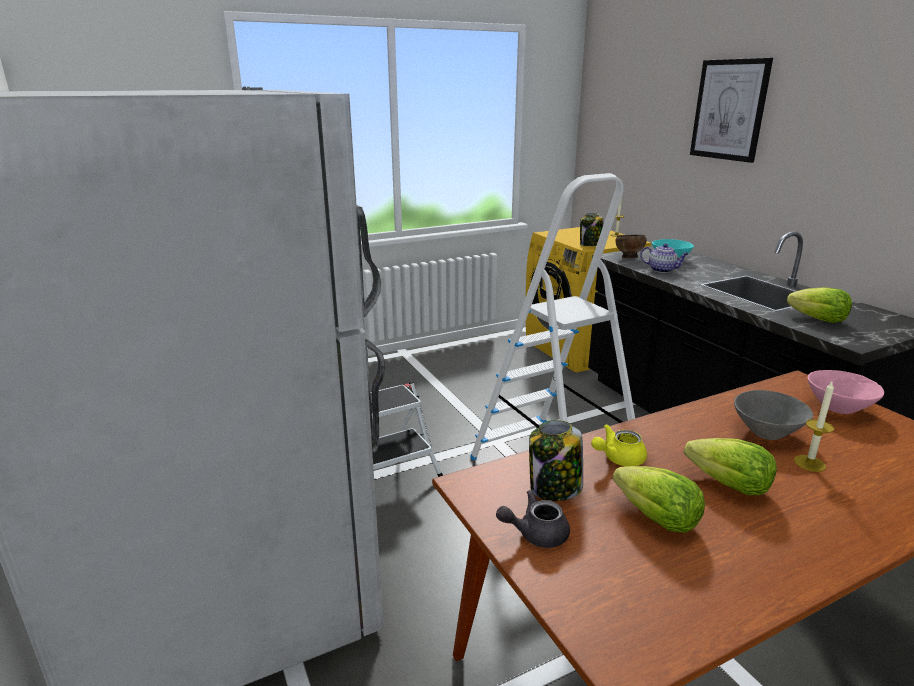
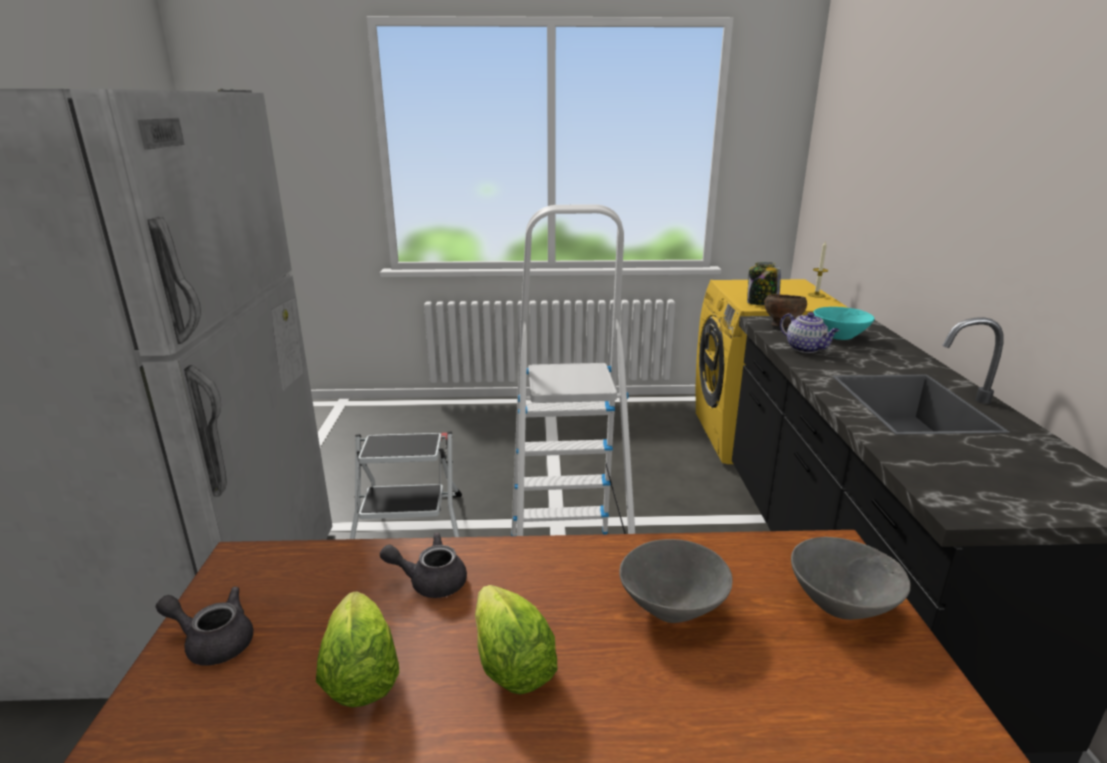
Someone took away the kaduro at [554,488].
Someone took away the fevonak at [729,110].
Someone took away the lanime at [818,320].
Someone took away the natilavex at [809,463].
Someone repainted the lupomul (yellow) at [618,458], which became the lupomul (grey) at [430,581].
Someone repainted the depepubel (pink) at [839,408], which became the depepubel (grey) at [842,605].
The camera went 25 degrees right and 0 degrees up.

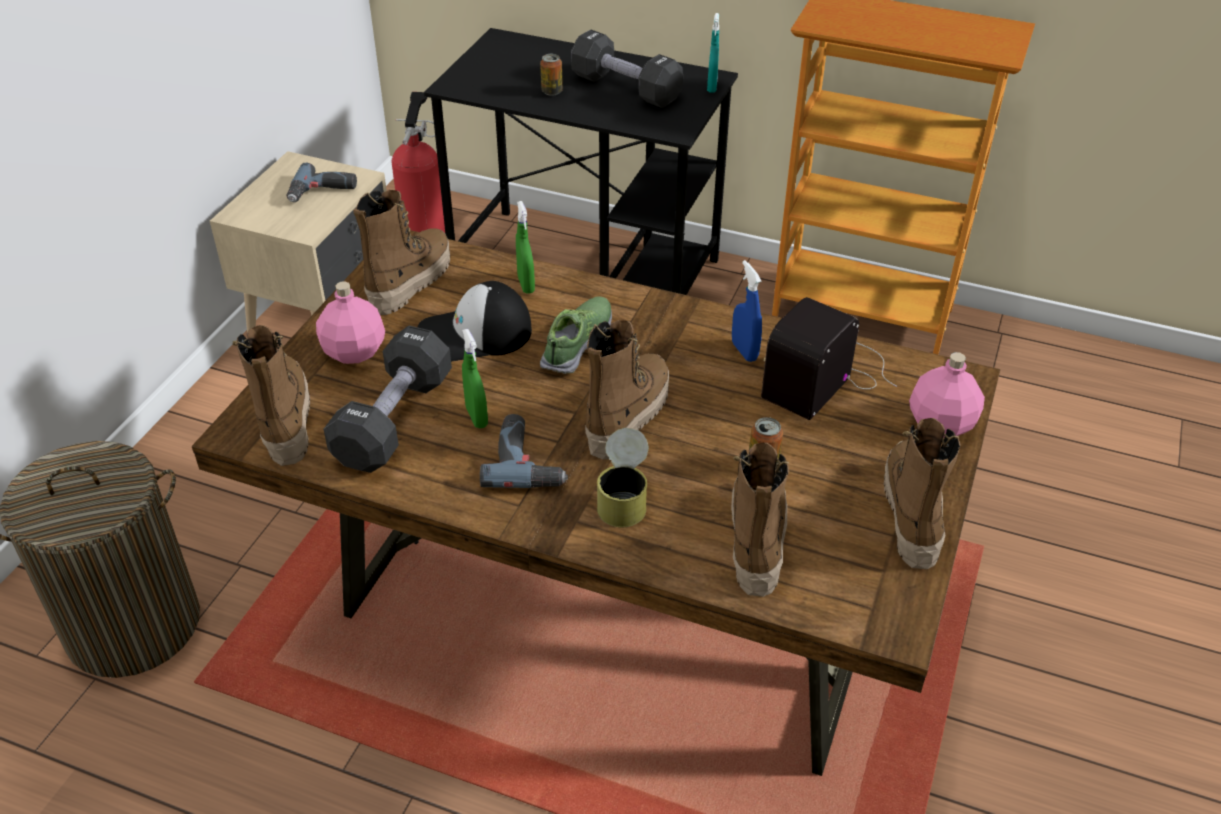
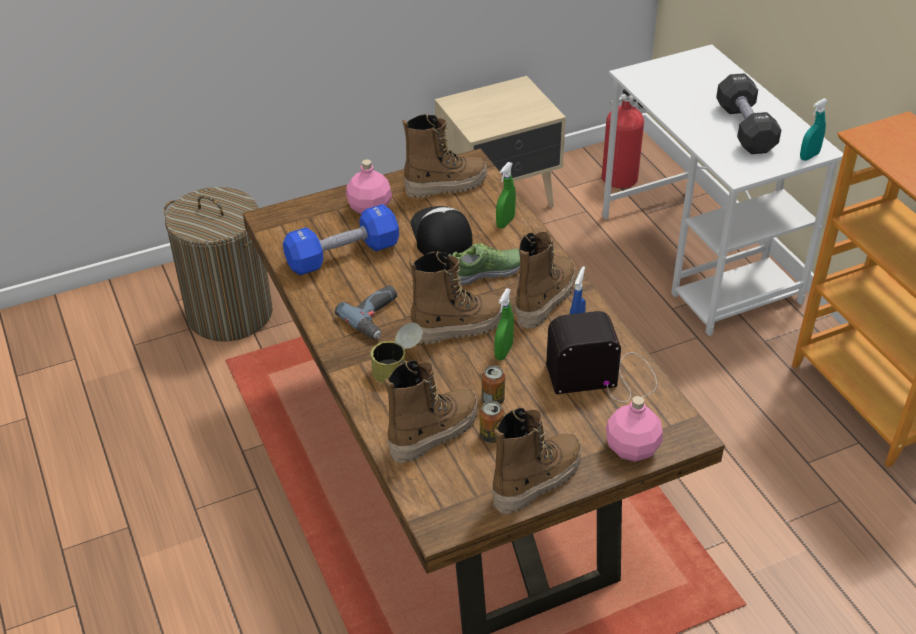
Someone took away the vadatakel at [322,192].
Someone carried the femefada from [284,419] to [544,299].
Someone carried the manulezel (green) from [476,417] to [503,352].
Someone carried the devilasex from [552,91] to [491,436].
Someone repainted the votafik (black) at [394,420], which became the votafik (blue) at [343,255].
Someone repainted the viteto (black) at [587,269], which became the viteto (white) at [699,259].
Someone rotated the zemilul at [474,334] by 45 degrees clockwise.
The camera went 45 degrees right and 0 degrees up.

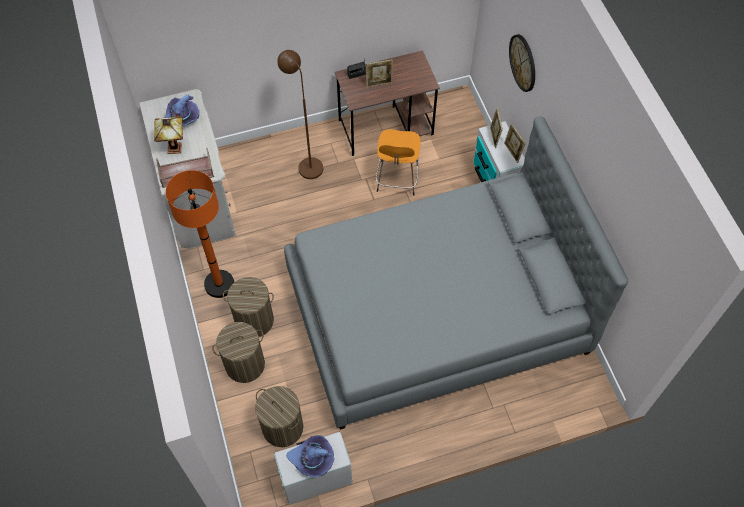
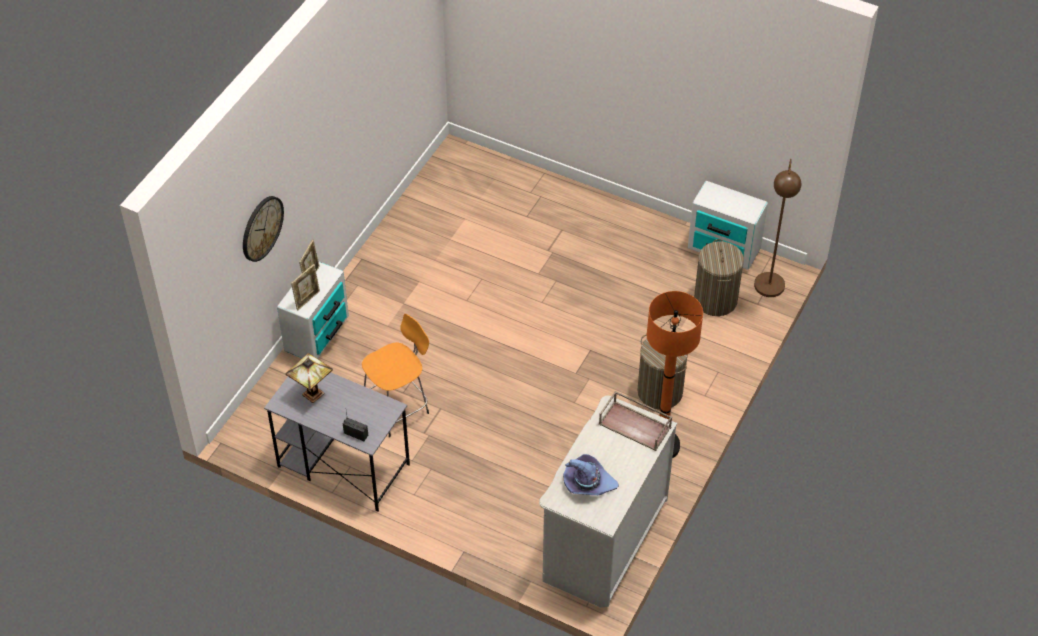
Someone took away the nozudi at [245,364].
Someone took away the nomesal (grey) at [436,311].
Someone took away the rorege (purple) at [312,459].
Someone took away the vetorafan at [379,83].
Someone carried the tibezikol from [173,147] to [312,395].
Someone carried the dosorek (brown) from [306,164] to [768,293].
Someone repainted the viteto (brown) at [386,127], which became the viteto (grey) at [342,465].
The camera went 135 degrees left and 10 degrees down.

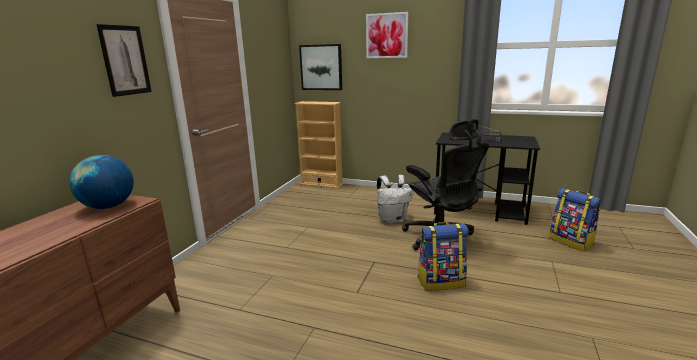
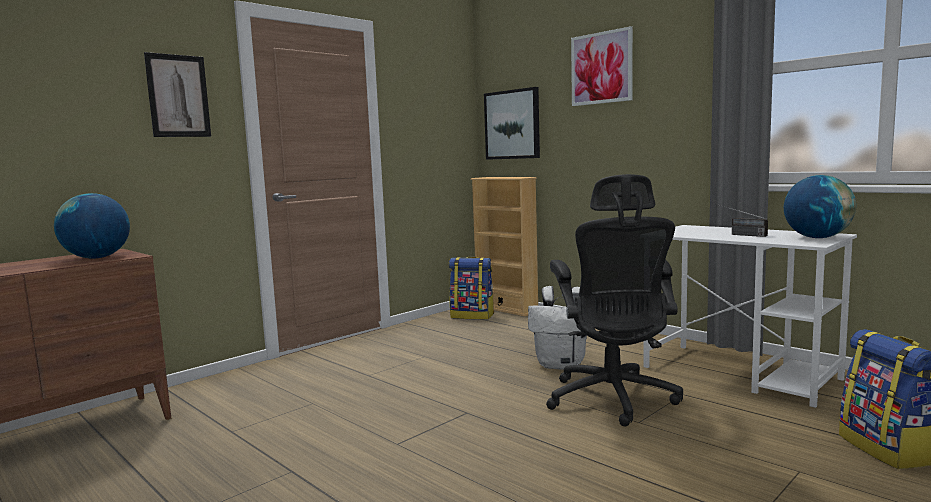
Someone put down the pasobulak at [817,237].
Someone carried the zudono from [441,281] to [472,316].
Someone repainted the viteto (black) at [480,210], which became the viteto (white) at [741,373].
The camera went 25 degrees right and 10 degrees down.

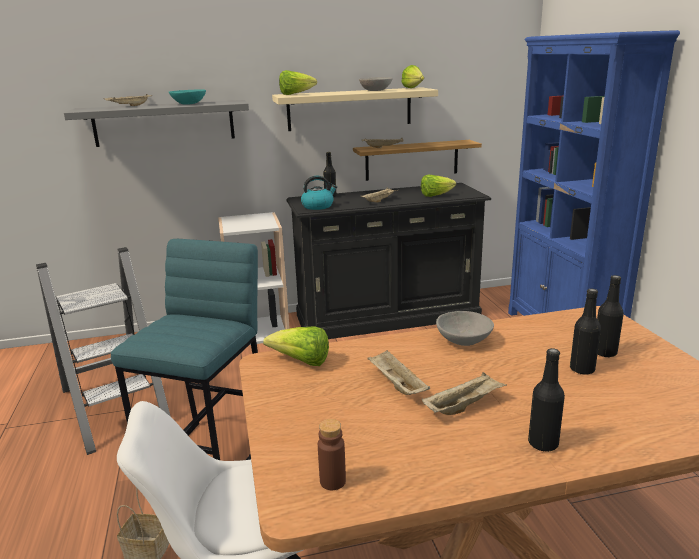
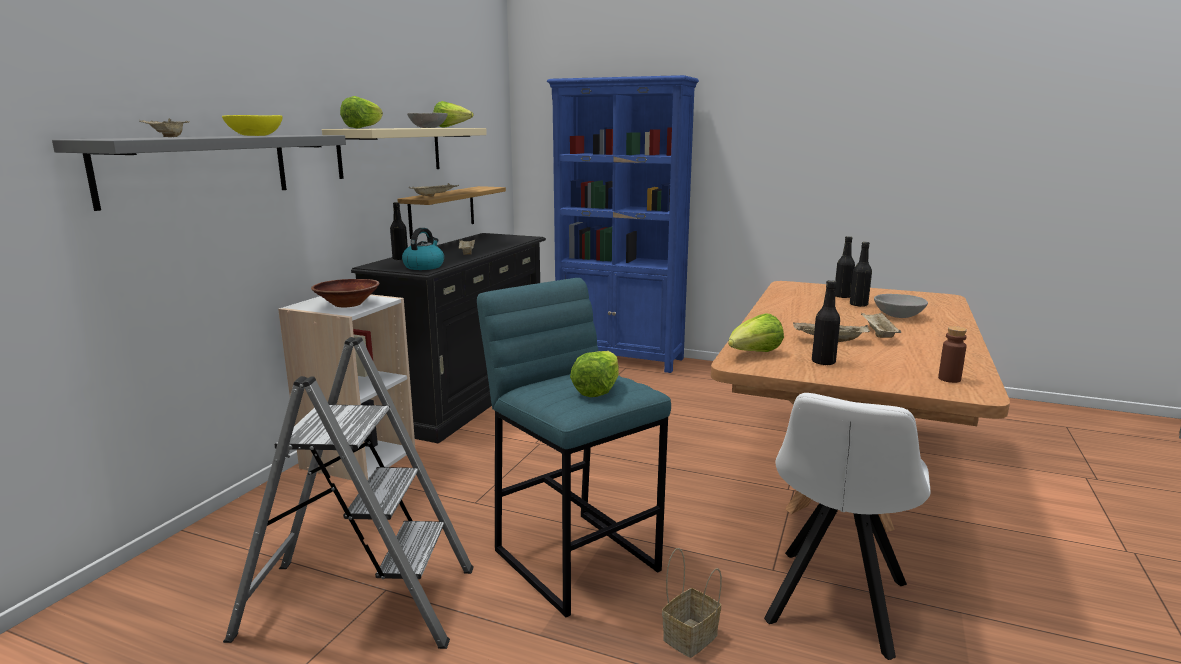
Someone put down the depepubel (brown) at [347,304].
Someone carried the lanime from [435,195] to [597,390].
Someone carried the depepubel (grey) from [464,340] to [898,316].
Someone carried the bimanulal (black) from [543,443] to [823,362].
Someone repainted the depepubel (turquoise) at [188,104], which became the depepubel (yellow) at [255,135].
The camera went 55 degrees left and 5 degrees down.

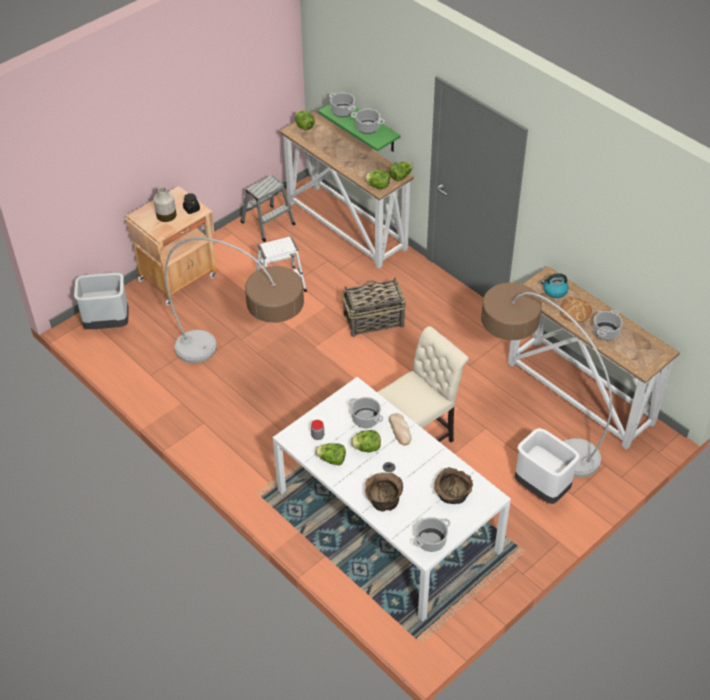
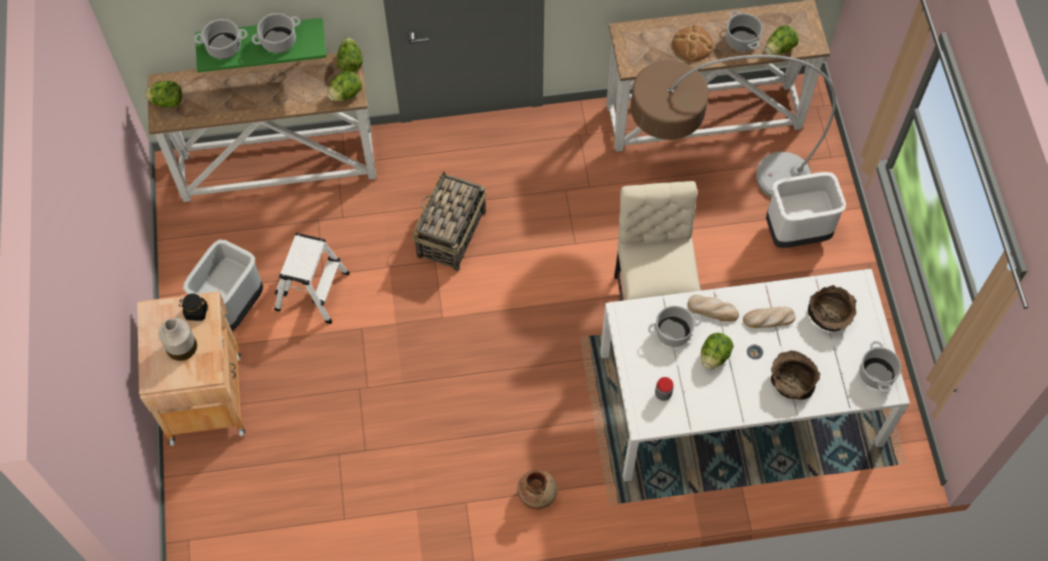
Someone took away the dosorek at [245,367].
Someone took away the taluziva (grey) at [267,223].
Someone took away the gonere at [554,291].
Someone put down the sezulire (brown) at [537,494].
Someone put down the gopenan at [768,319].
Someone carried the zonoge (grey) from [108,324] to [233,307].
Someone carried the lanime from [331,460] to [779,49].
The camera went 55 degrees left and 15 degrees up.

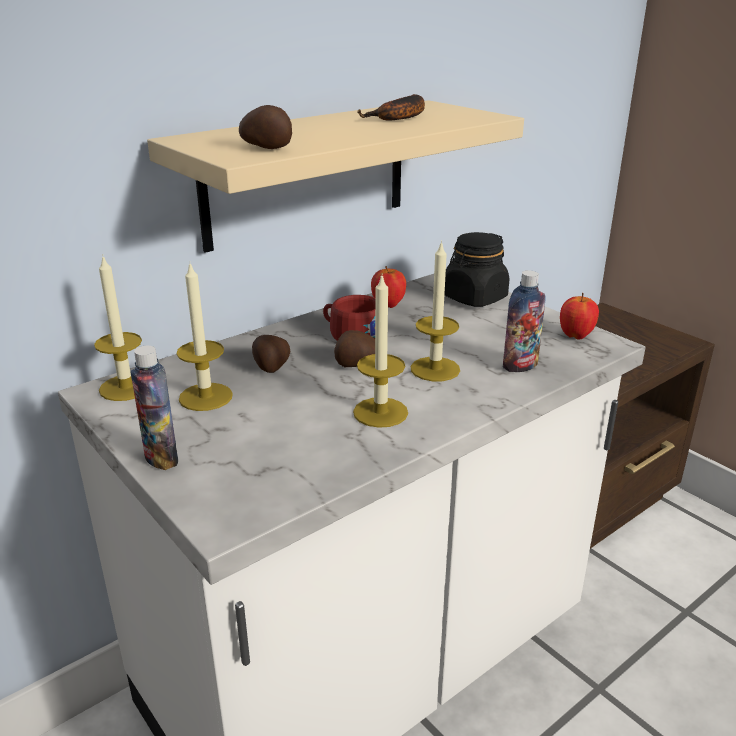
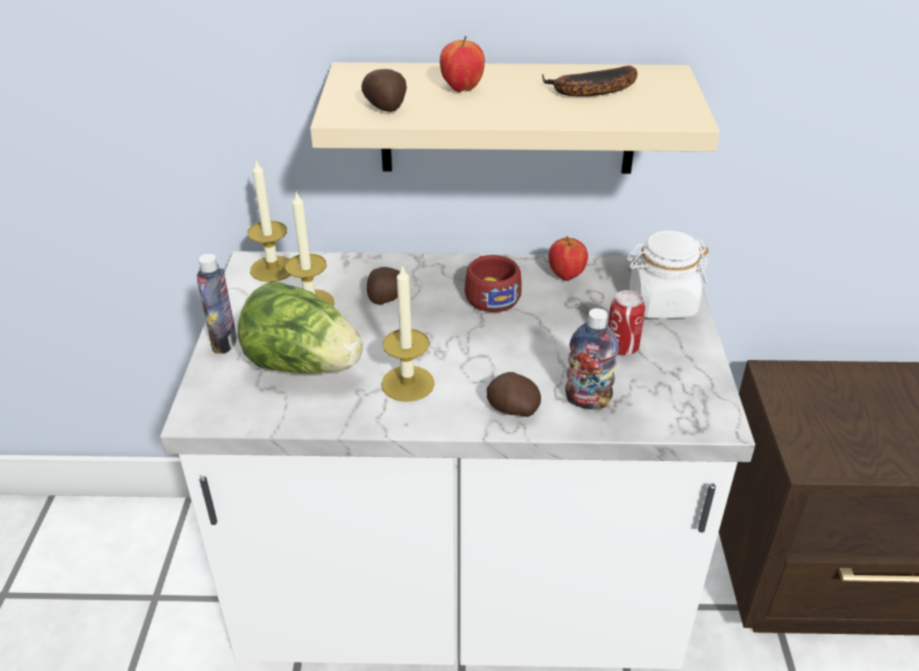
Someone took away the natilavex at [435,369].
Someone put down the lanime at [303,365].
Someone put down the devilasex at [622,347].
Someone carried the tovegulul from [357,365] to [512,410].
Someone carried the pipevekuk from [576,336] to [462,88].
Someone repainted the kaduro (black) at [474,298], which became the kaduro (white) at [661,304].
The camera went 40 degrees right and 10 degrees up.

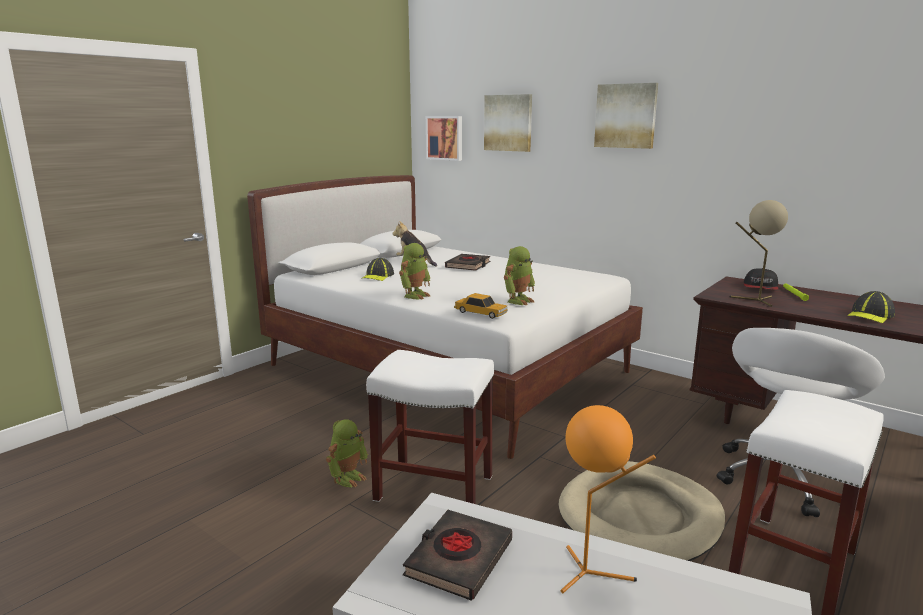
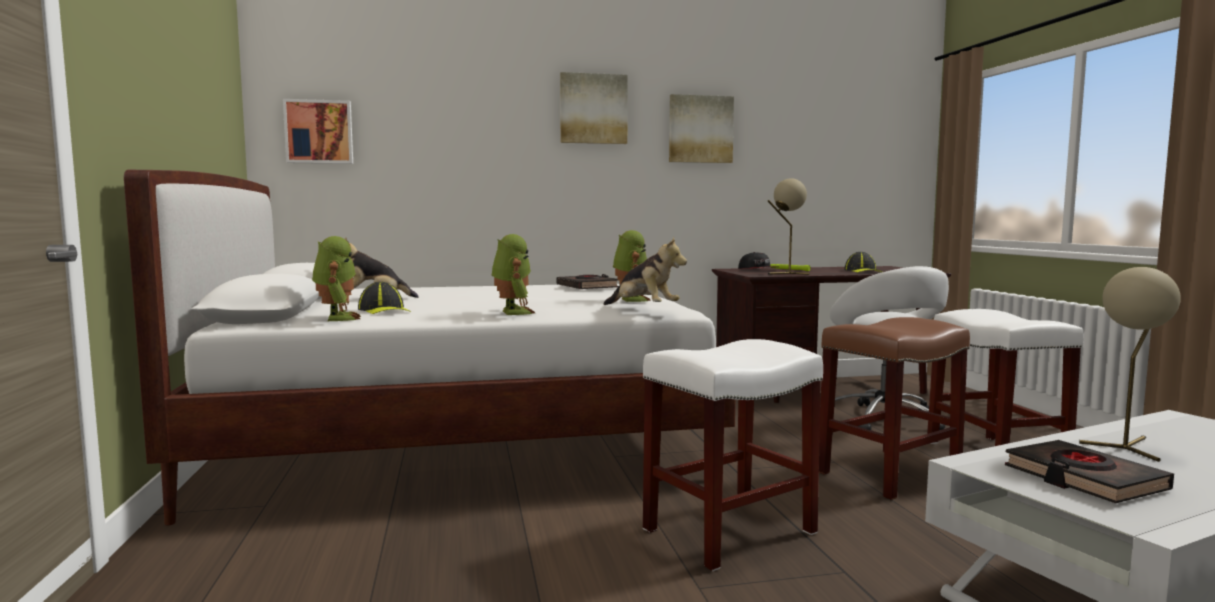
Someone carried the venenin from [348,478] to [337,318].
Someone carried the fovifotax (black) from [468,265] to [587,287].
Someone carried the fevonak from [508,123] to [700,129].
Someone swapped the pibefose at [480,313] for the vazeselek at [644,308].
Someone swapped the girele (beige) at [640,517] for the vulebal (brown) at [889,473].
Someone repainted the tibezikol (orange) at [591,573], which became the tibezikol (beige) at [1127,447].
The camera went 50 degrees left and 10 degrees down.

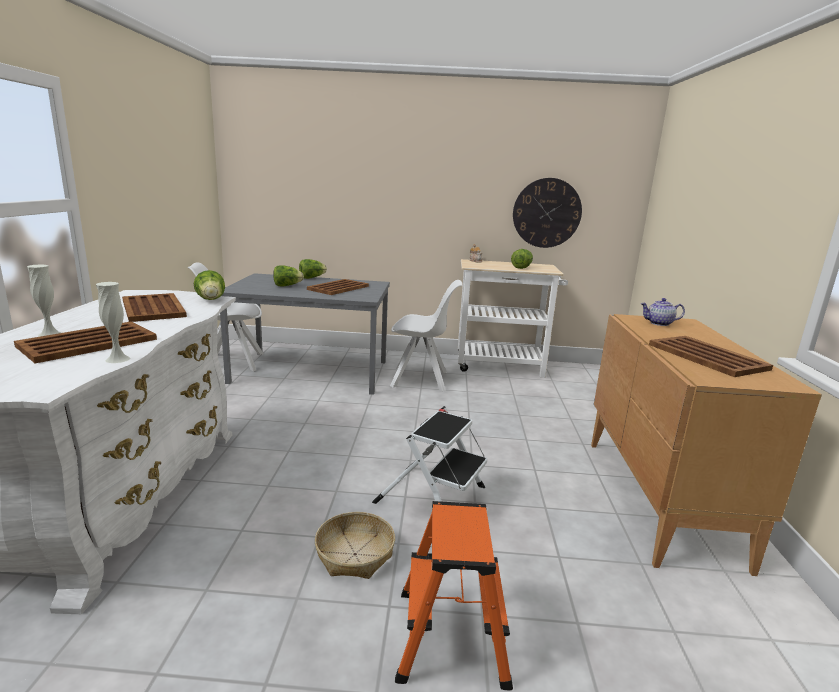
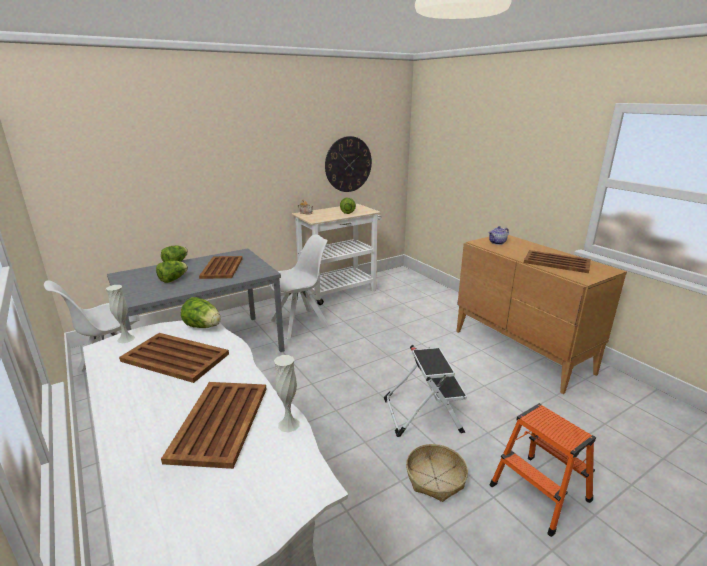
Someone carried the sezulire (white) from [50,334] to [126,339].
The camera went 35 degrees left and 5 degrees up.

